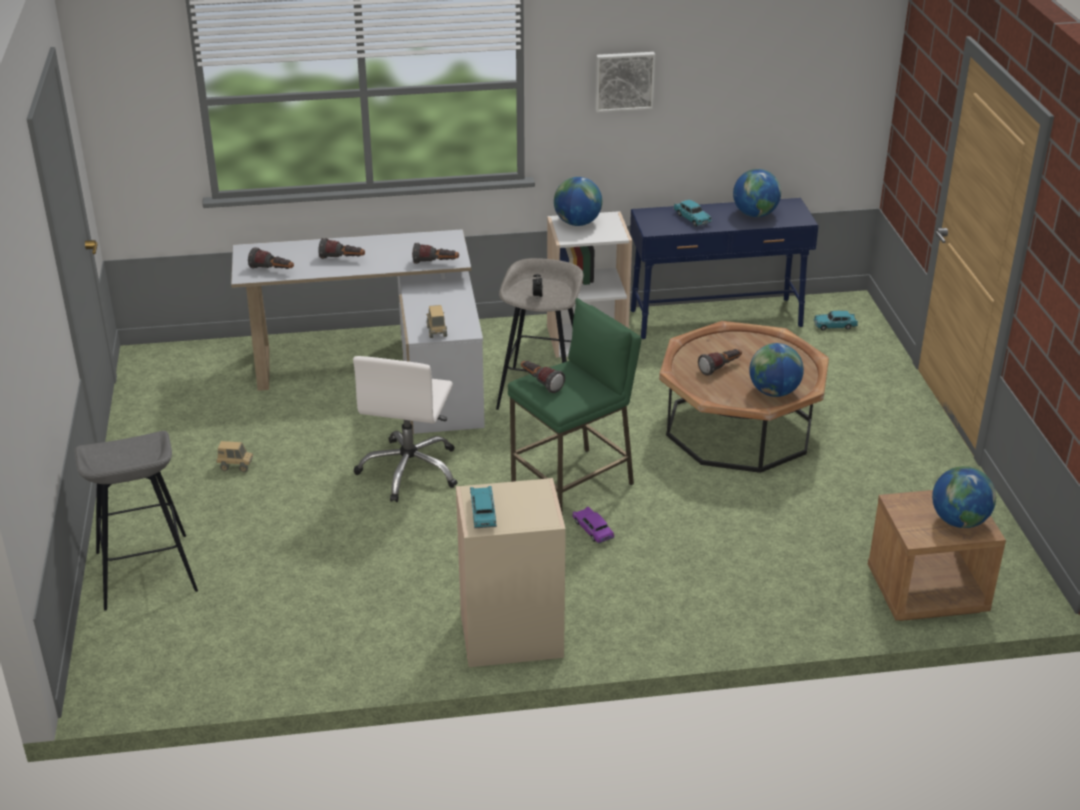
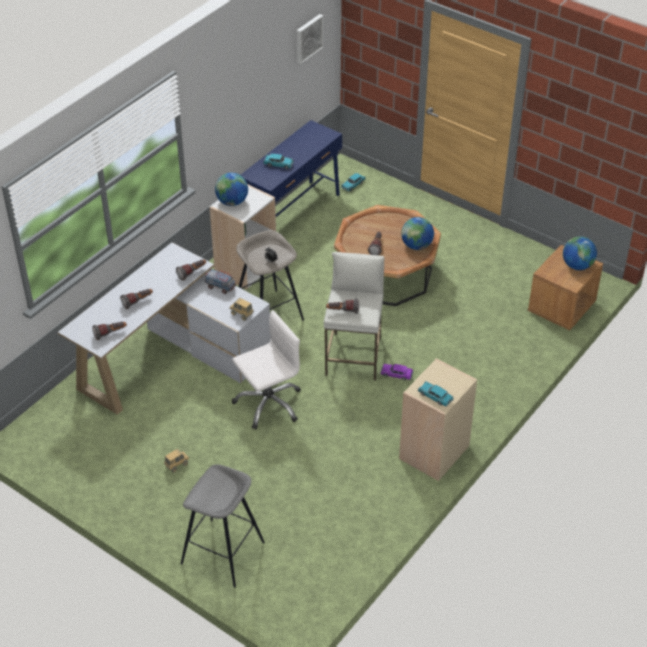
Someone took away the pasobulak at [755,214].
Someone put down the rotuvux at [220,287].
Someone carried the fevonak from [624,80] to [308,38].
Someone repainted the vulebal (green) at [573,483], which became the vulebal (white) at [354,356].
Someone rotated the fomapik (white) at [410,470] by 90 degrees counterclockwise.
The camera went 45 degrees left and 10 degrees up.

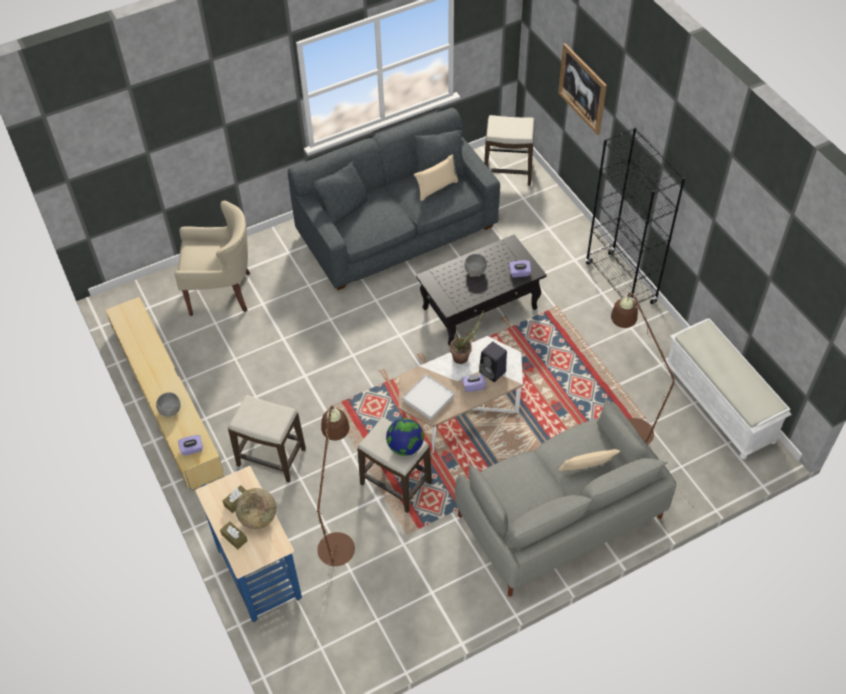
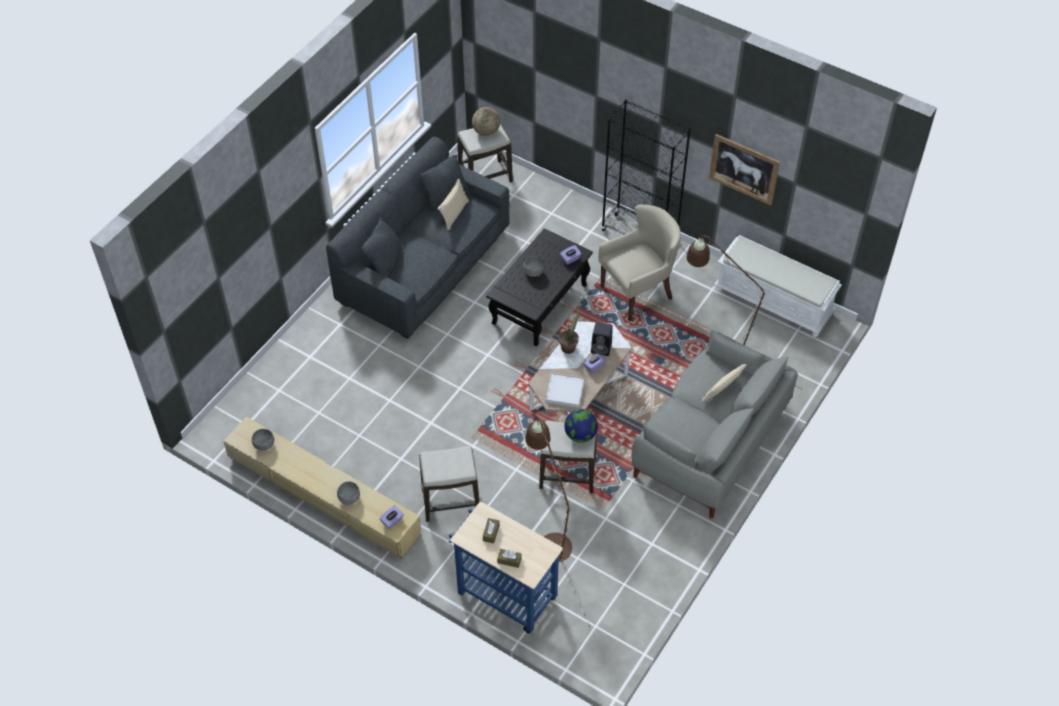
Someone put down the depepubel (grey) at [264,445].
Someone carried the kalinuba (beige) from [222,293] to [638,292].
Someone carried the pasobulak from [258,518] to [486,131].
Someone carried the fevonak from [582,89] to [744,169].
The camera went 30 degrees left and 0 degrees up.

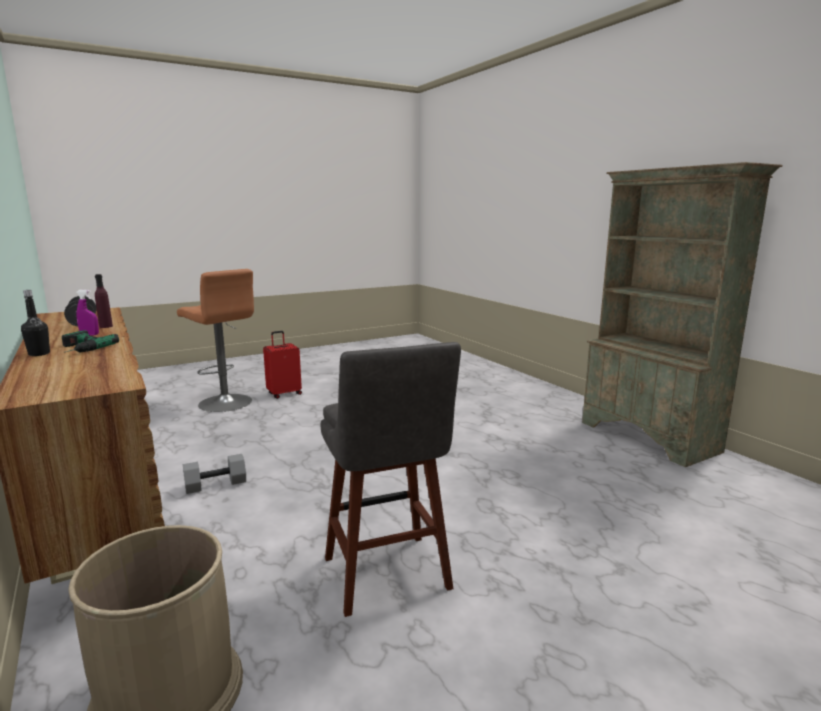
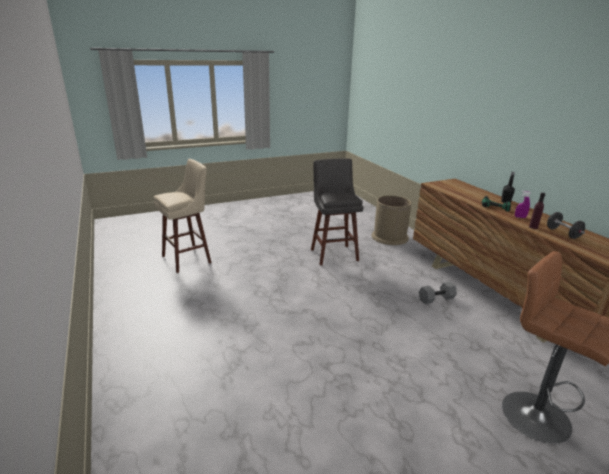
Someone took away the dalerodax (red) at [284,394].
Someone took away the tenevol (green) at [649,436].
Someone put down the vulebal (beige) at [188,259].
The camera went 175 degrees left and 10 degrees up.

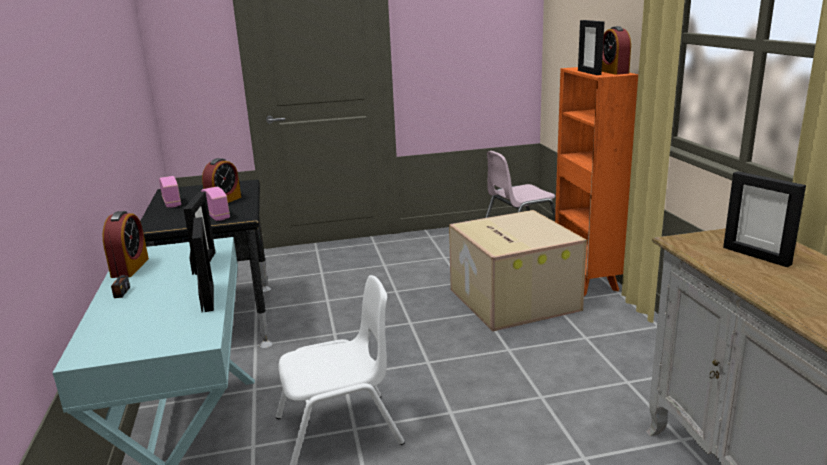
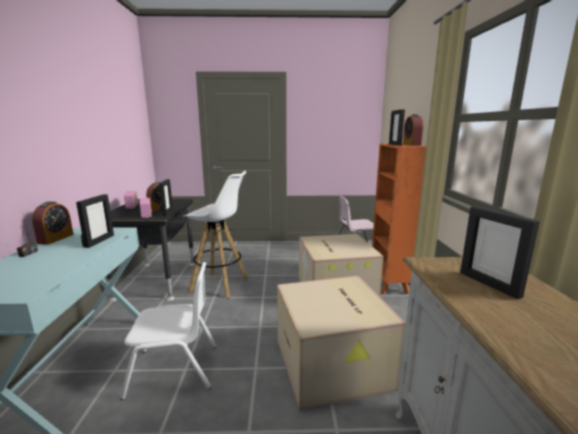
Someone put down the vulebal (white) at [220,285].
Someone put down the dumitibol at [333,364].
Someone carried the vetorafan from [207,298] to [167,212].
The camera went 10 degrees right and 5 degrees down.

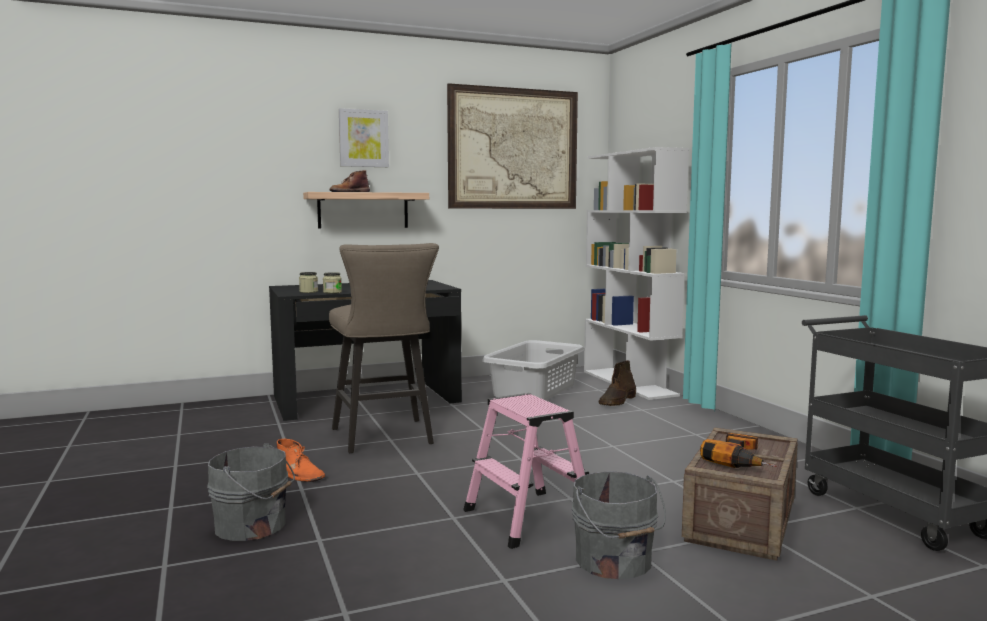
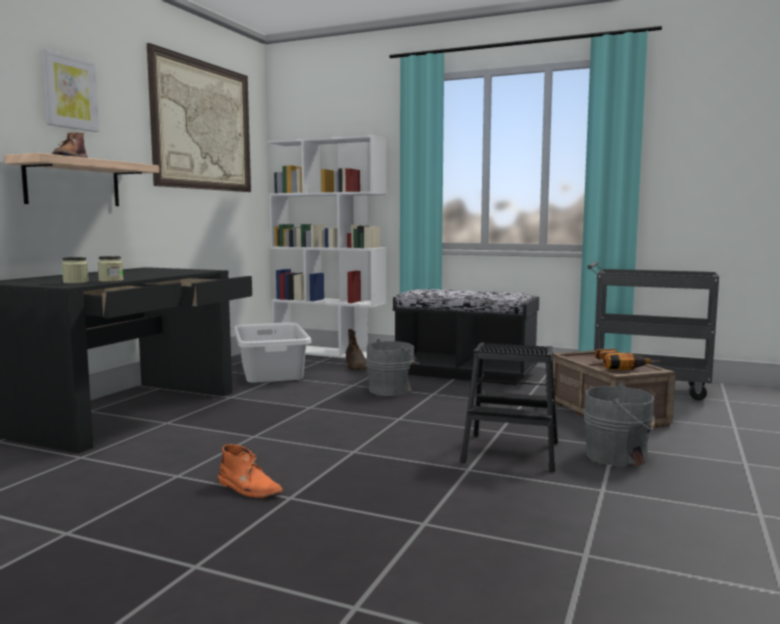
Someone took away the vulebal (beige) at [385,438].
Someone put down the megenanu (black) at [465,373].
Someone carried the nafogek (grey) from [253,526] to [392,390].
Someone repainted the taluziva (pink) at [528,518], which became the taluziva (black) at [511,451].
Someone rotated the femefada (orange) at [298,474] by 45 degrees clockwise.
The camera went 45 degrees left and 0 degrees up.

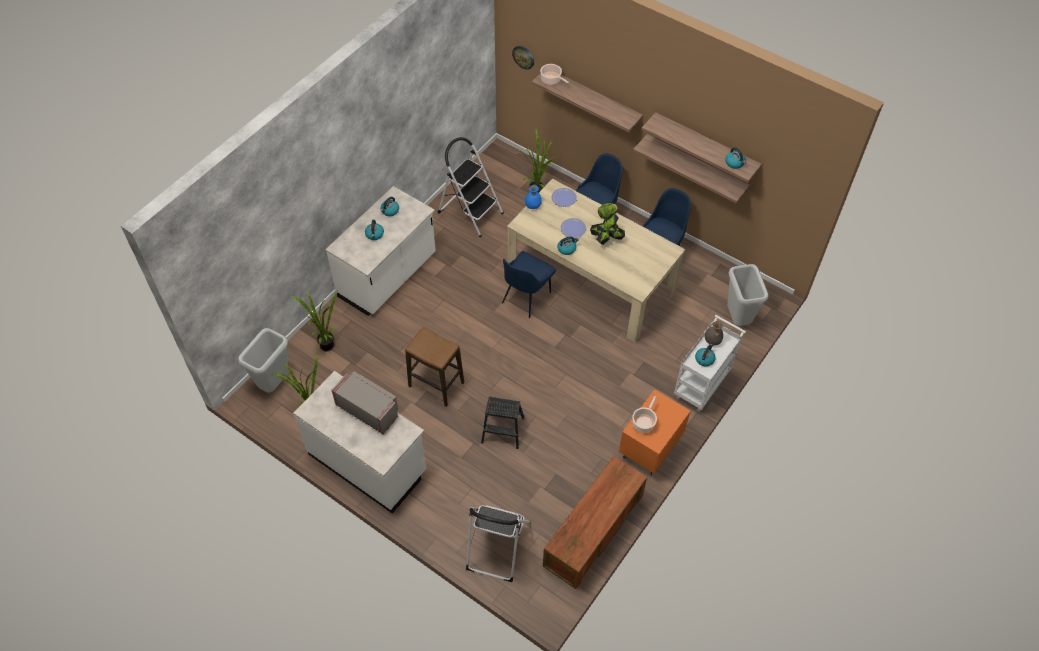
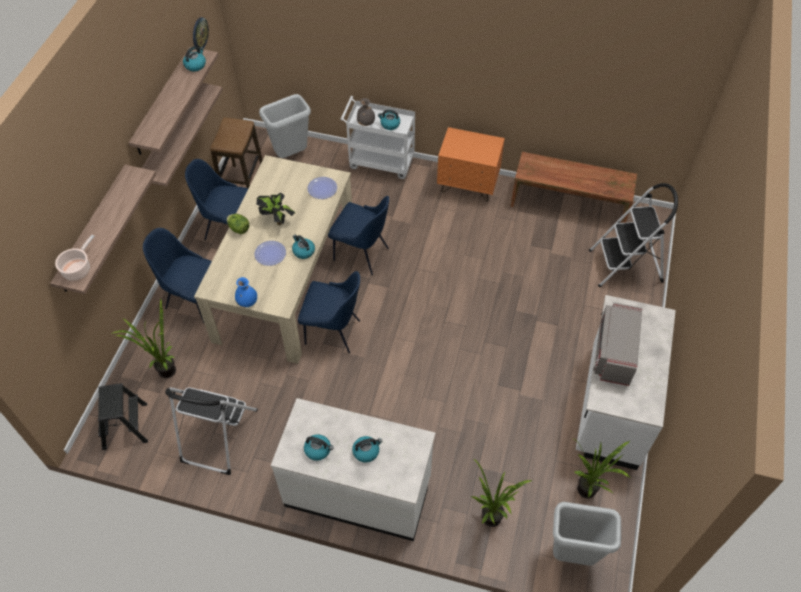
Someone took away the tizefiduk at [644,423].
Someone put down the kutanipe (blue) at [362,254].
Someone carried the vulebal from [436,384] to [243,184].
Someone carried the taluziva (black) from [503,429] to [125,426].
Someone carried the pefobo from [523,57] to [199,33].
Someone carried the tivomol from [564,198] to [322,188].
The camera went 110 degrees left and 0 degrees up.

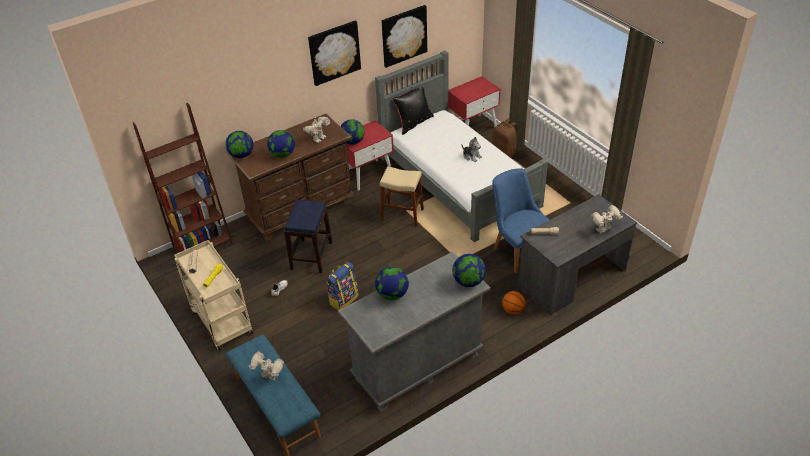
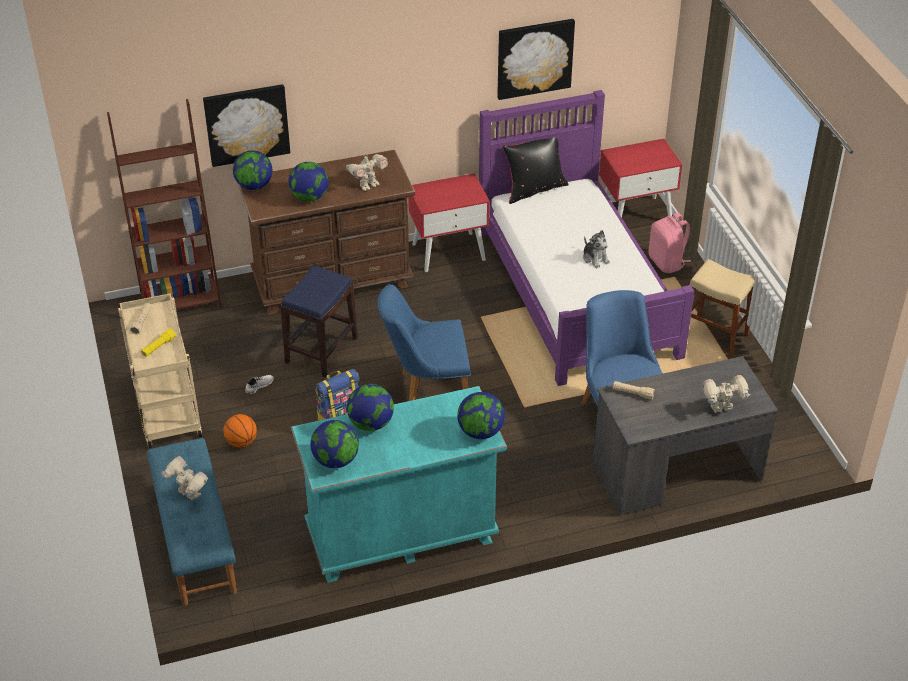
Someone put down the kutanipe (blue) at [426,390].
Someone carried the fevonak from [334,52] to [247,124].
Someone carried the pasobulak from [352,142] to [335,460].
Someone carried the vulebal (beige) from [402,215] to [714,336].
Someone carried the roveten from [513,310] to [241,442].
Someone repainted the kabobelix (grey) at [417,367], which became the kabobelix (turquoise) at [401,537].
Someone repainted the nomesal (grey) at [458,181], which became the nomesal (purple) at [576,291].
Someone repainted the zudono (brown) at [505,152], which became the zudono (pink) at [667,262].
The camera went 15 degrees right and 0 degrees up.

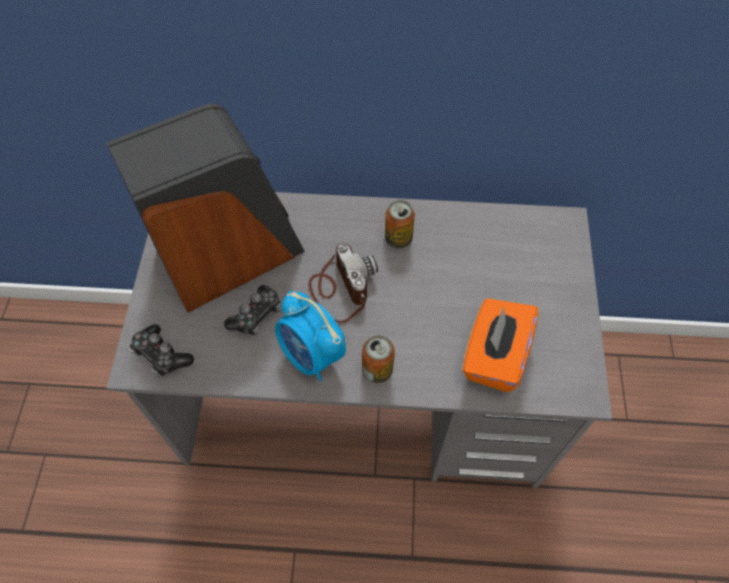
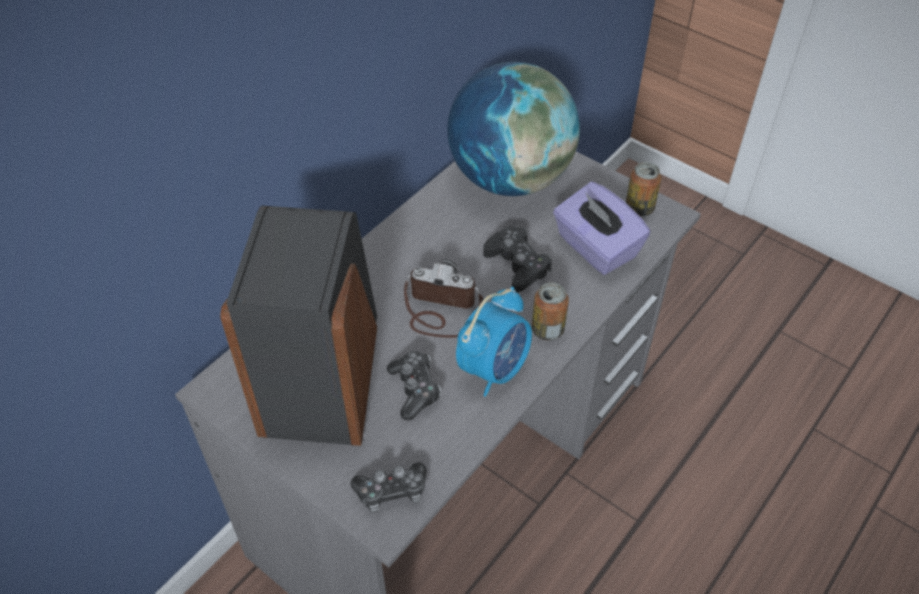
Someone put down the pasobulak at [510,178].
Someone put down the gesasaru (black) at [517,264].
Someone carried the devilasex from [398,238] to [639,208].
Someone repainted the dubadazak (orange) at [494,356], which became the dubadazak (purple) at [595,248].
Someone rotated the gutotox at [312,355] by 45 degrees counterclockwise.
The camera went 55 degrees left and 10 degrees down.

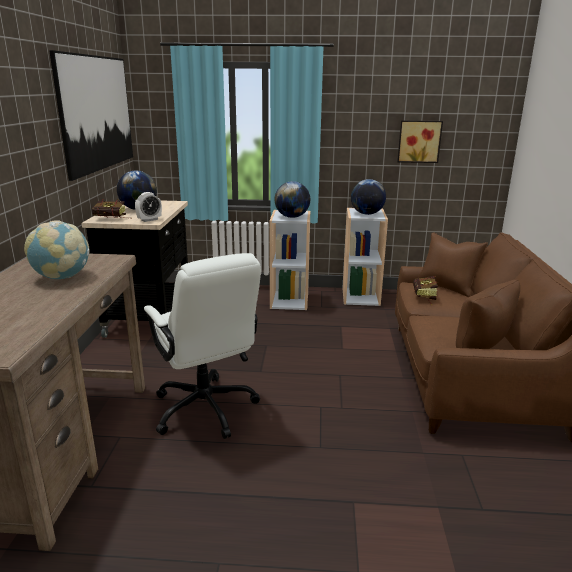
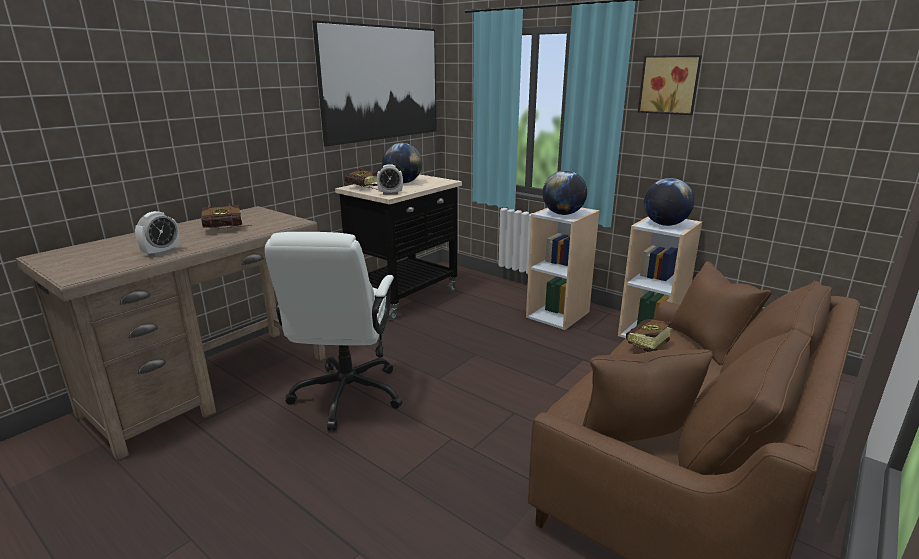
Someone put down the gutotox at [162,252].
Someone carried the fevonak from [419,141] to [669,85].
Someone swapped the pasobulak at [62,277] for the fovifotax at [228,229].
The camera went 35 degrees right and 0 degrees up.

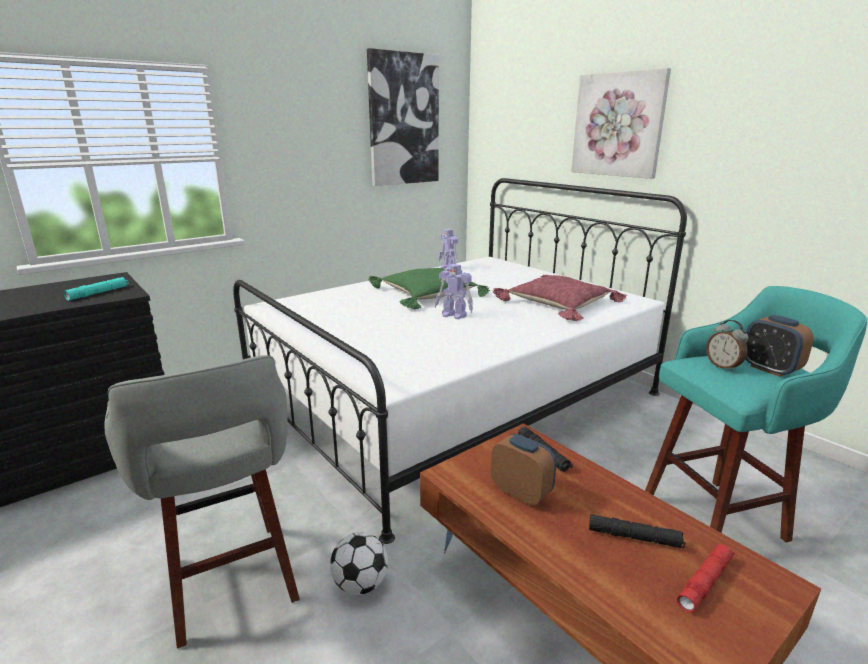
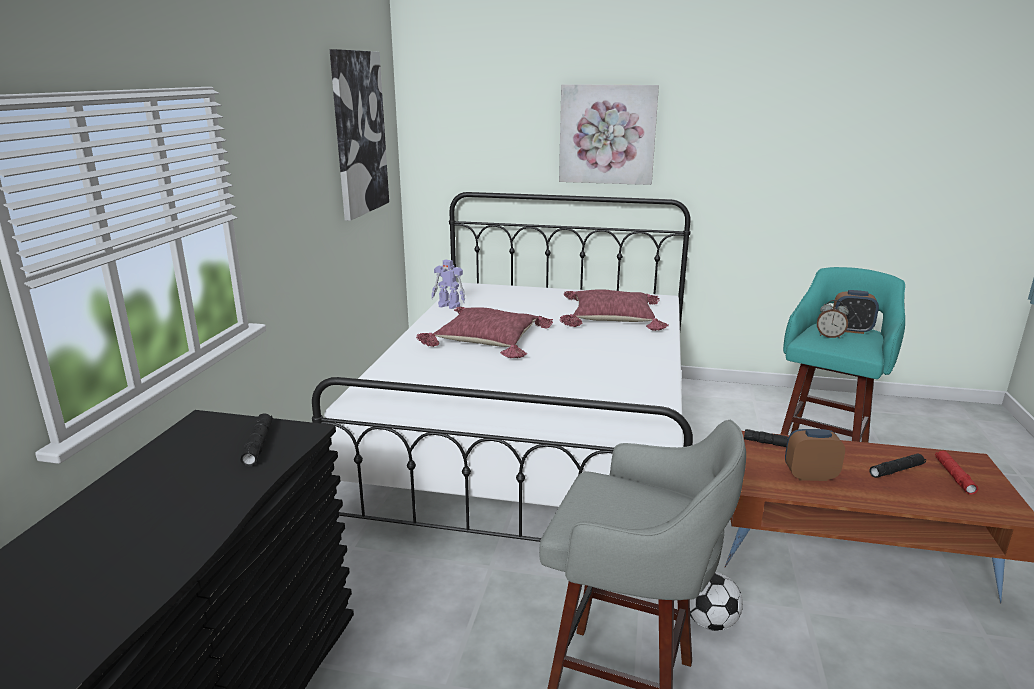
Someone took away the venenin at [454,315].
Someone repainted the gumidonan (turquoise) at [98,293], which became the gumidonan (black) at [258,445].
Someone repainted the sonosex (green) at [427,292], which became the sonosex (red) at [487,337].
The camera went 40 degrees left and 0 degrees up.

